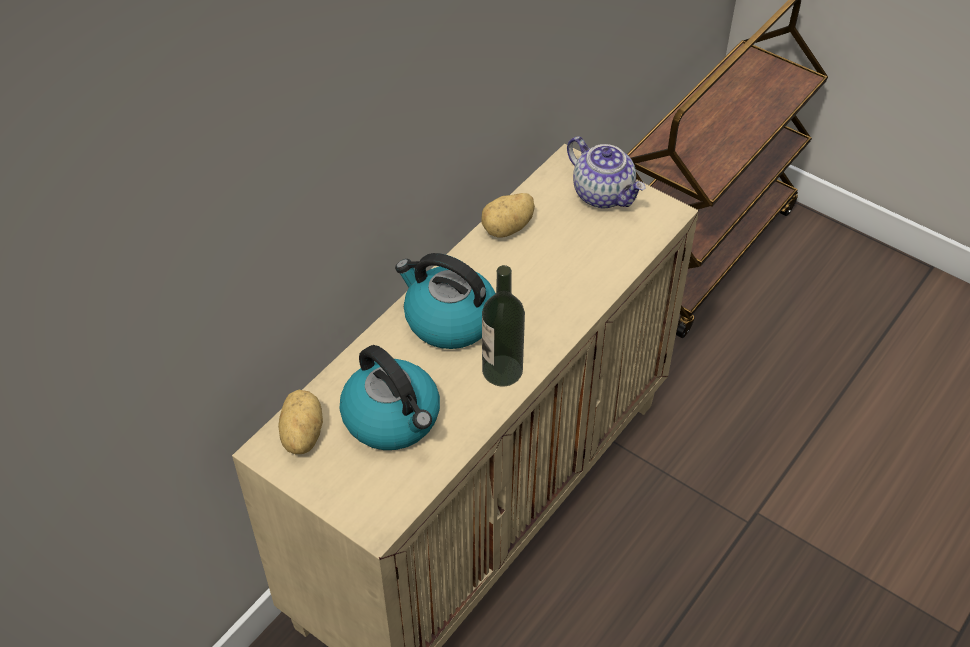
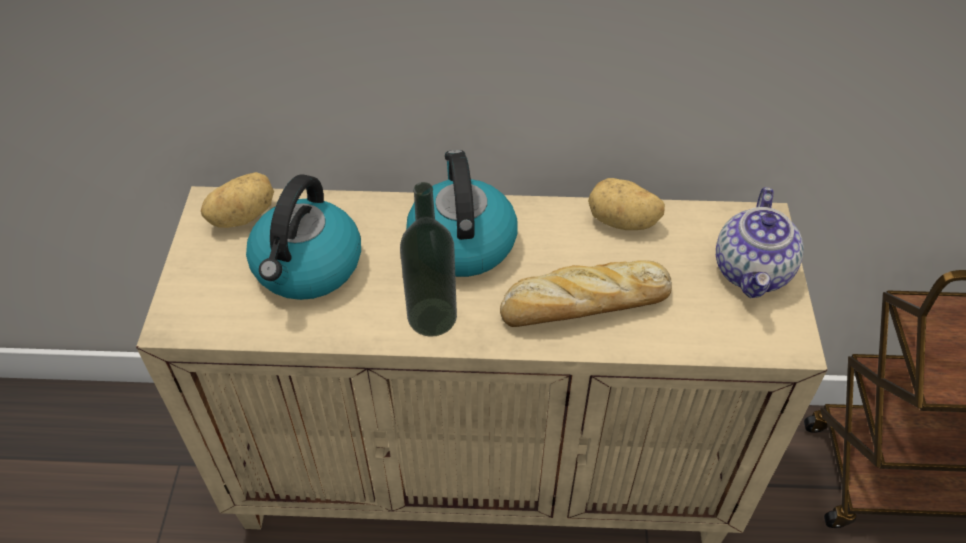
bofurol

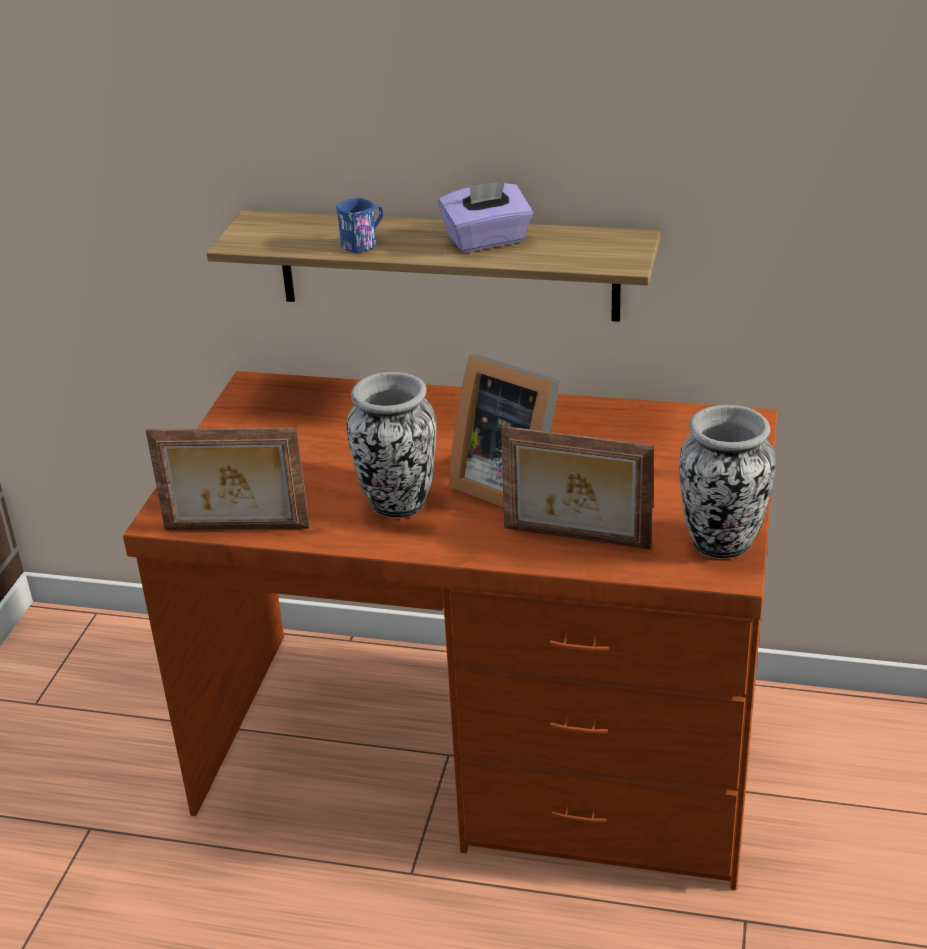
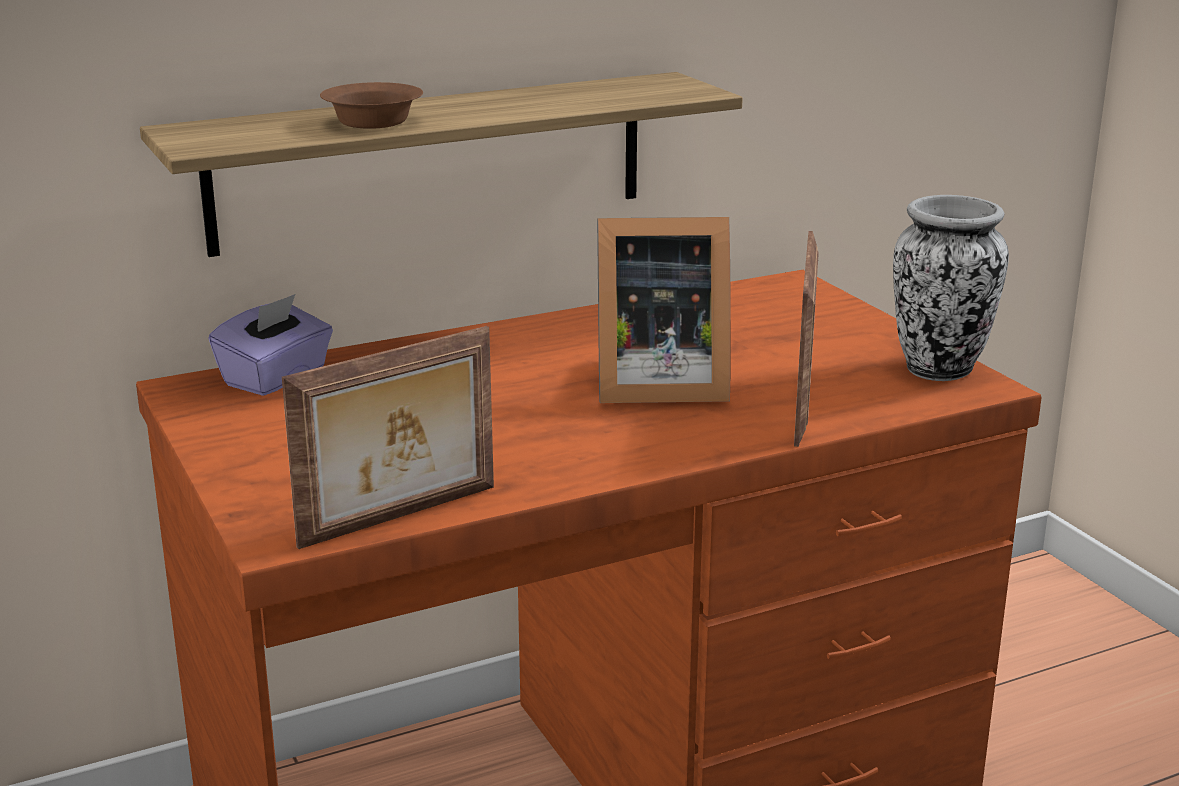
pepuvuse (1st from left in the first image)
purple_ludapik
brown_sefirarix
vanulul (3rd from left)

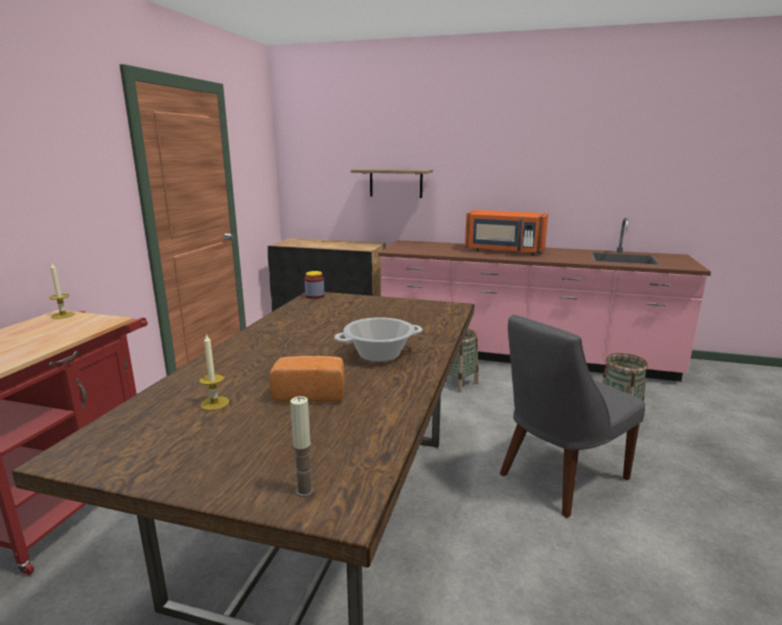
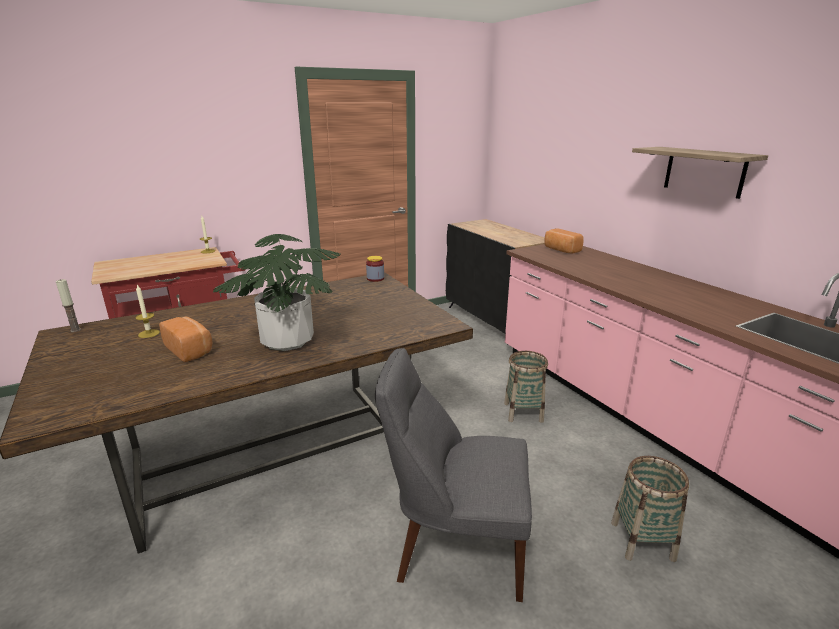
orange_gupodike
bofurol (2nd from left)
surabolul (1st from left)
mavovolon
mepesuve

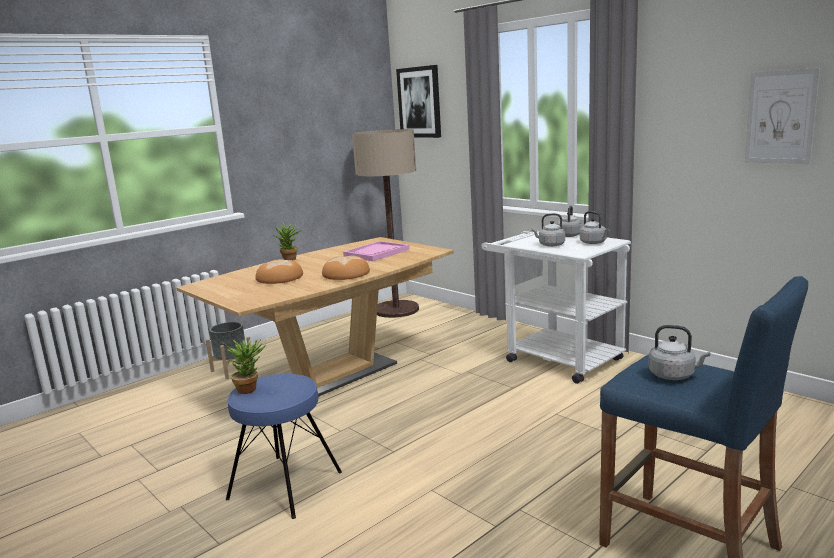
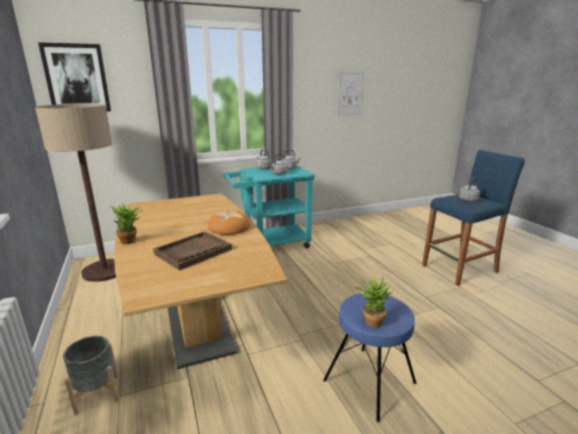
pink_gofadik
brown_gofadik
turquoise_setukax

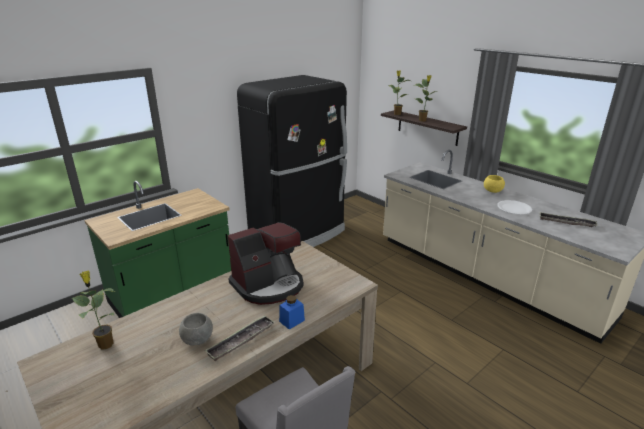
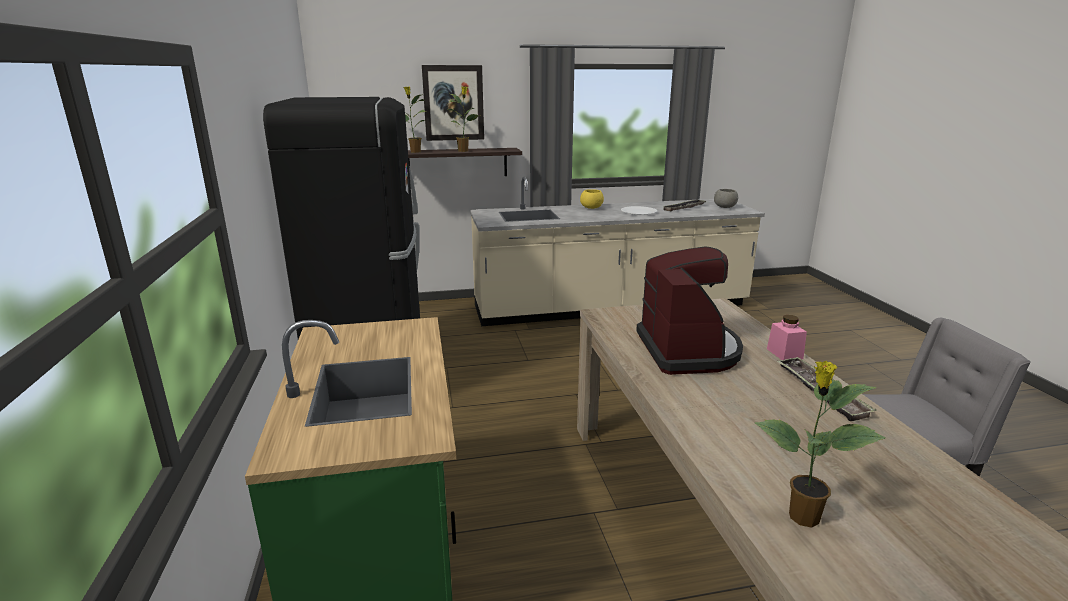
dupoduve
grey_sefirarix
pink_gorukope

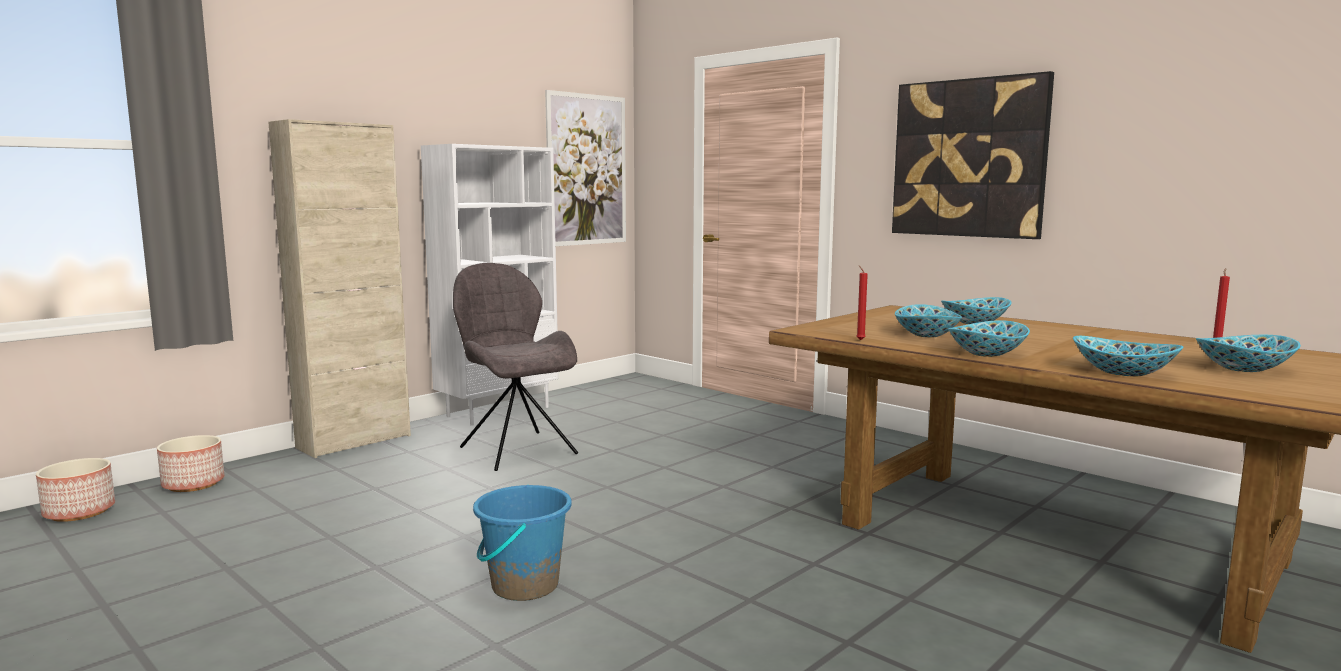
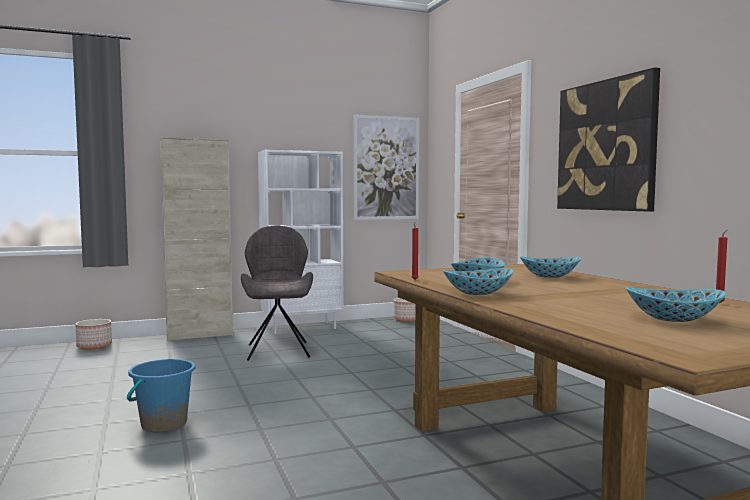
sefirarix (4th from left in the first image)
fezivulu (2nd from left)

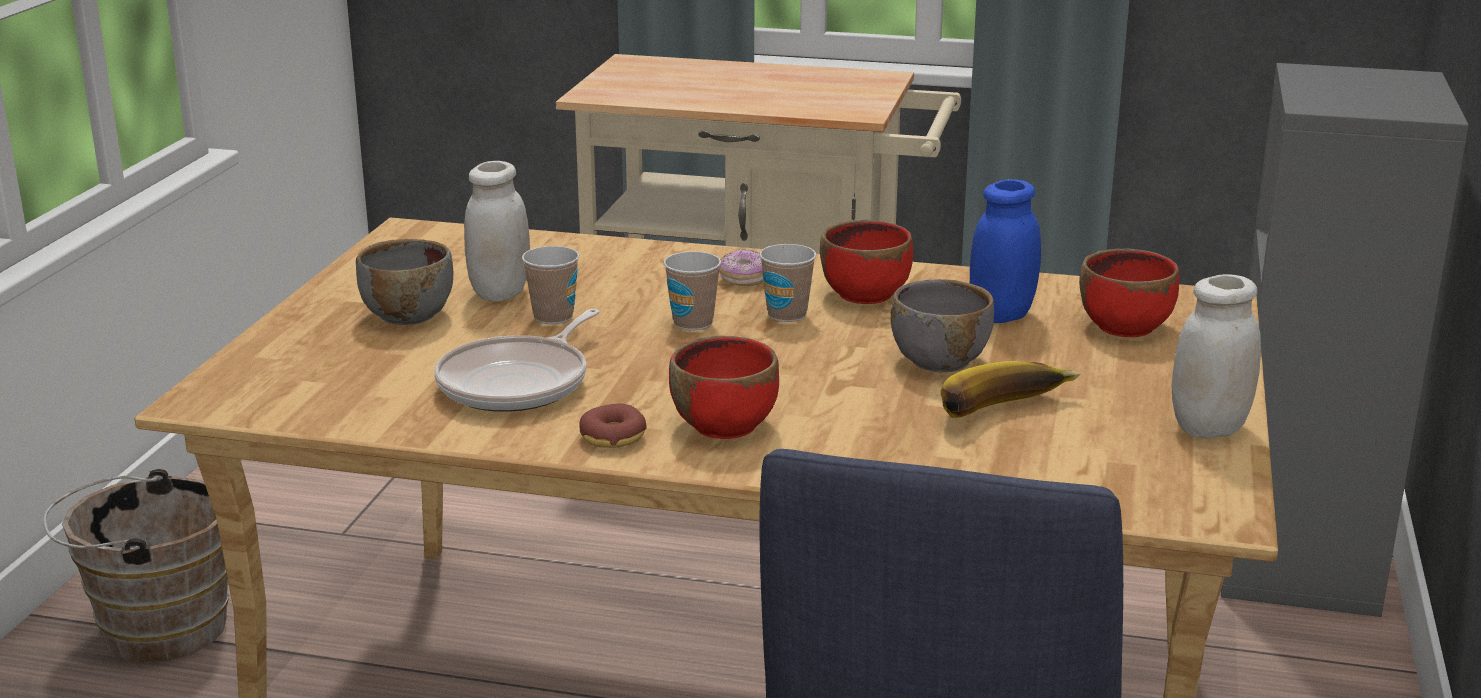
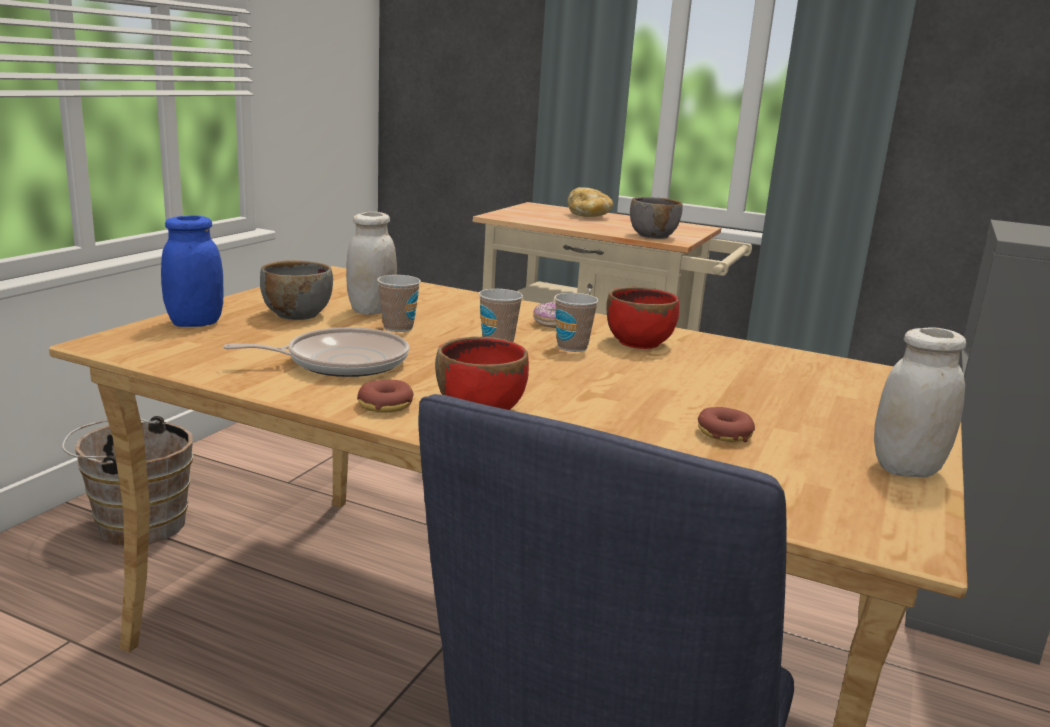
red_sefirarix (3rd from left in the first image)
bofurol
grey_sefirarix (2nd from left)
blue_gorukope
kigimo (3rd from left)
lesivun

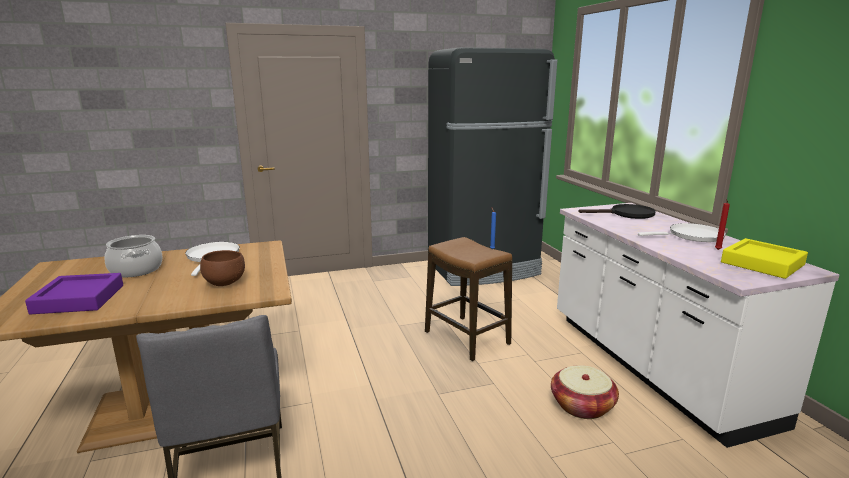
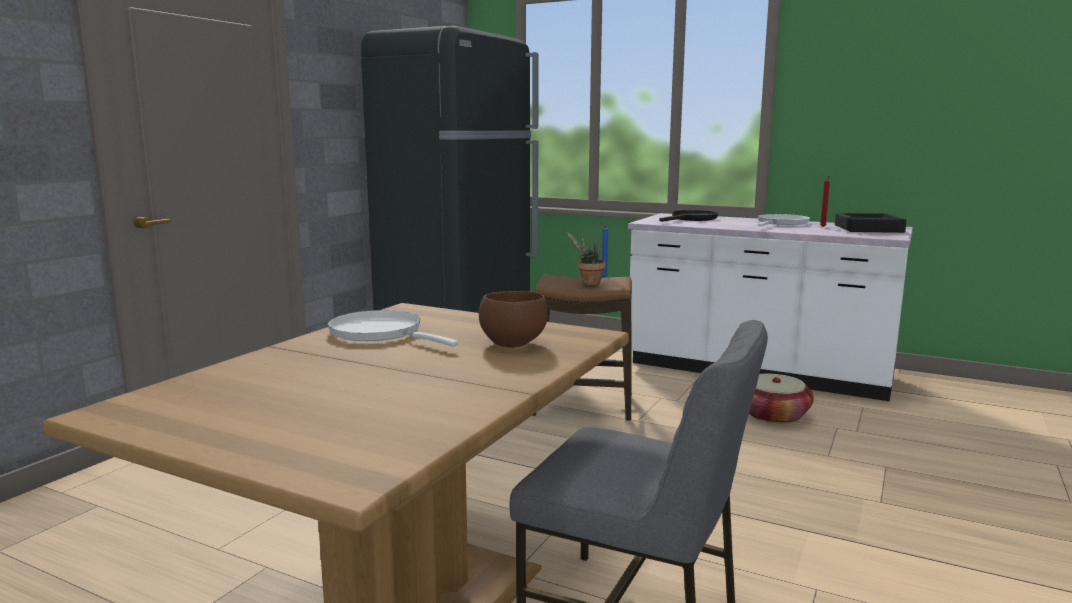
purple_gofadik
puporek
mepesuve
black_gofadik

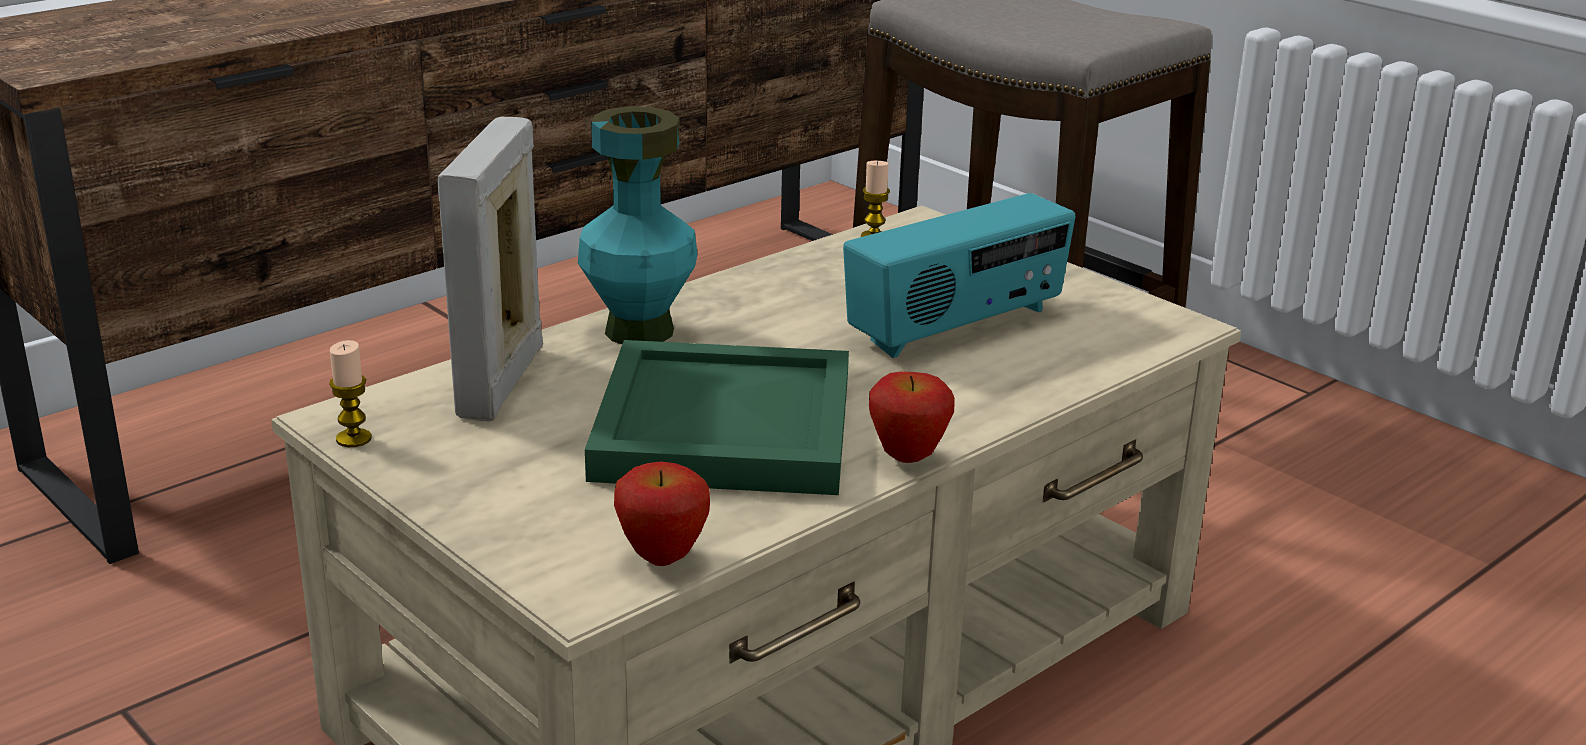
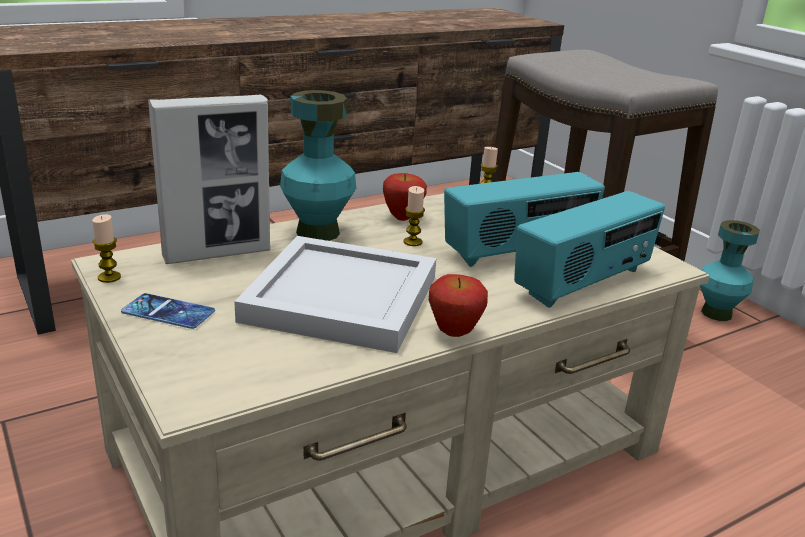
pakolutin
surabolul (2nd from left)
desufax (2nd from left)
turquoise_pepuvuse (2nd from left)
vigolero (1st from left)
white_gofadik
vanulul

